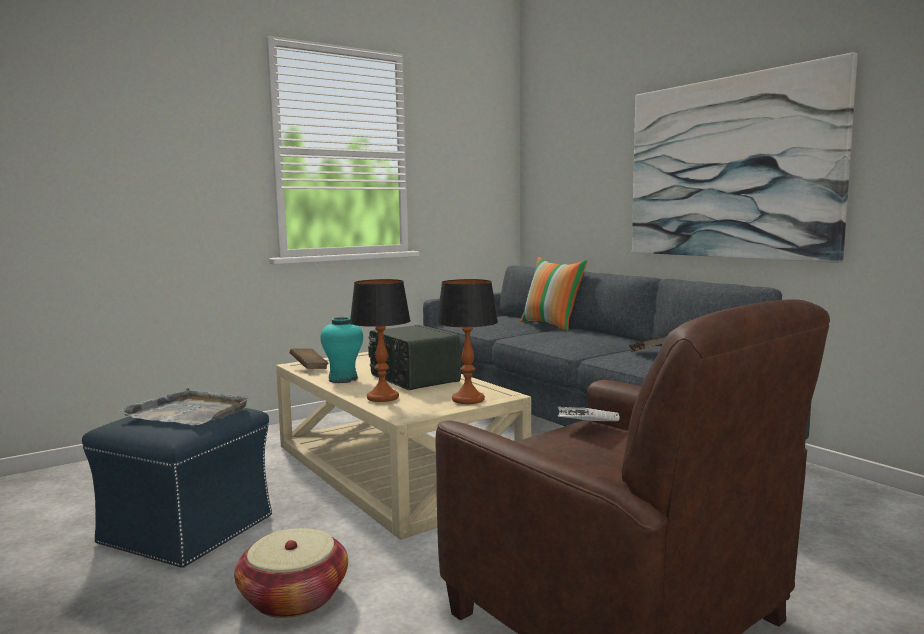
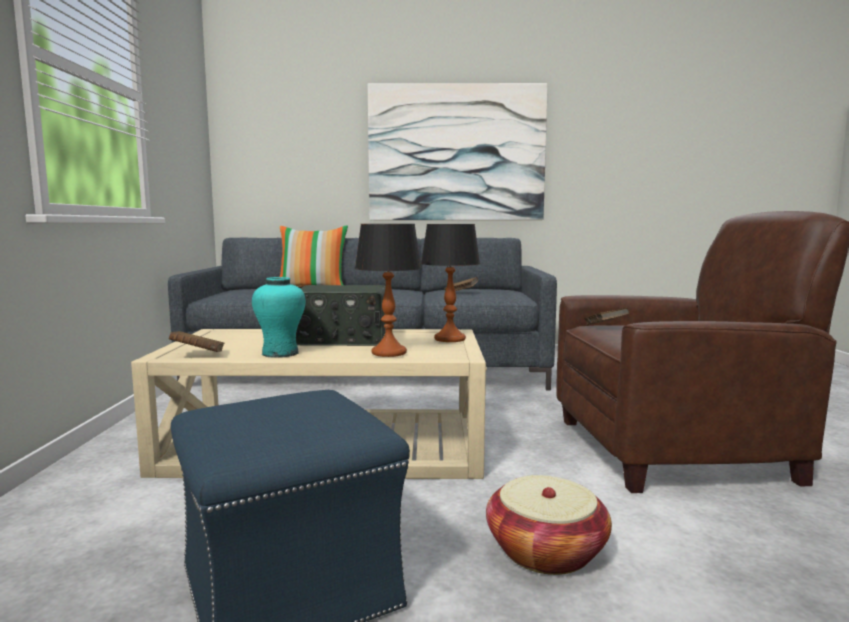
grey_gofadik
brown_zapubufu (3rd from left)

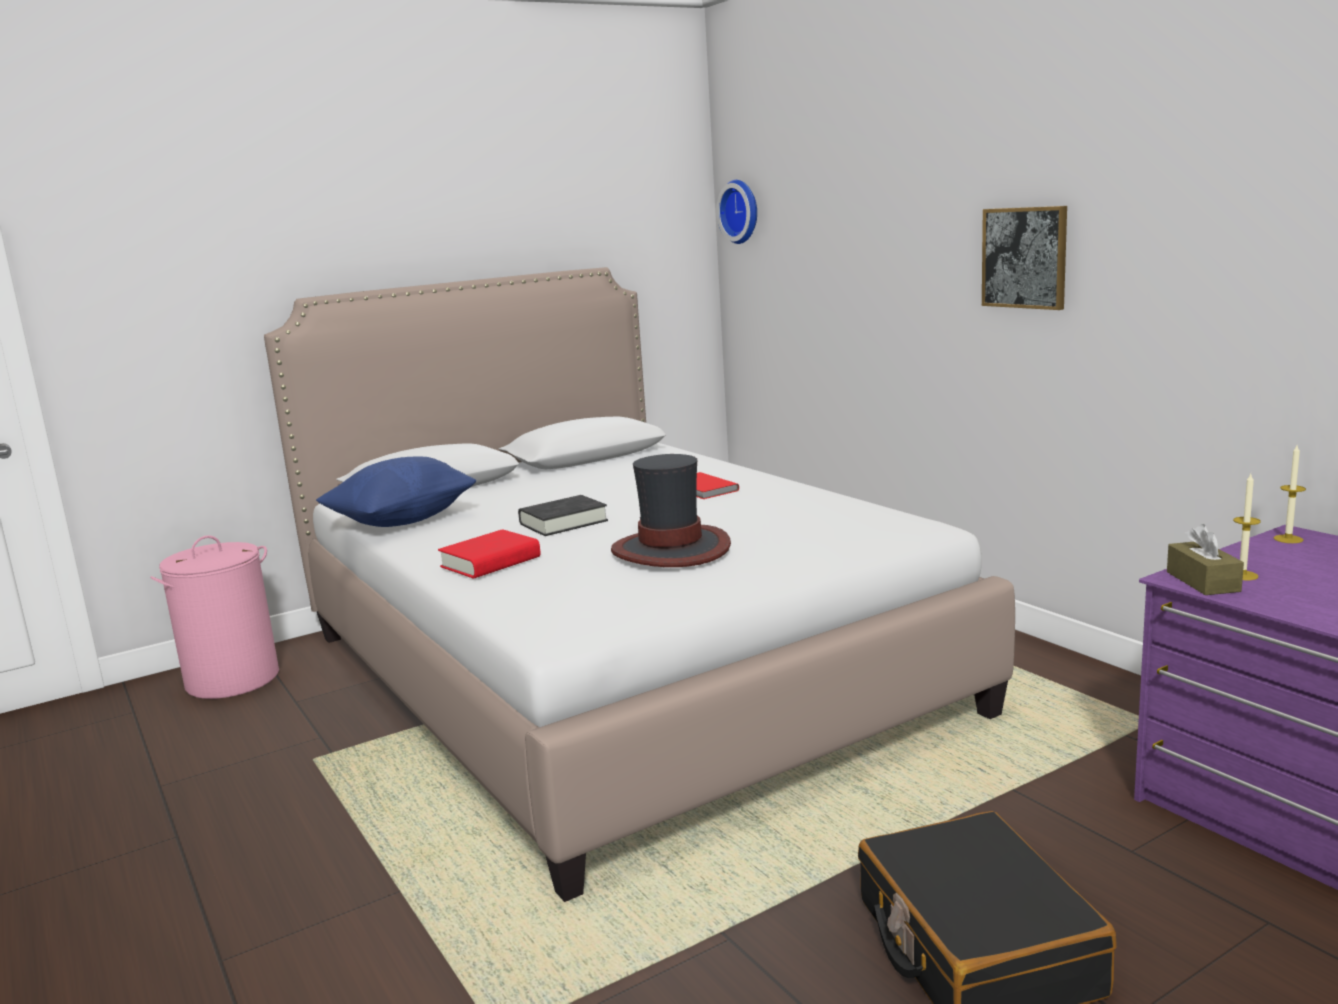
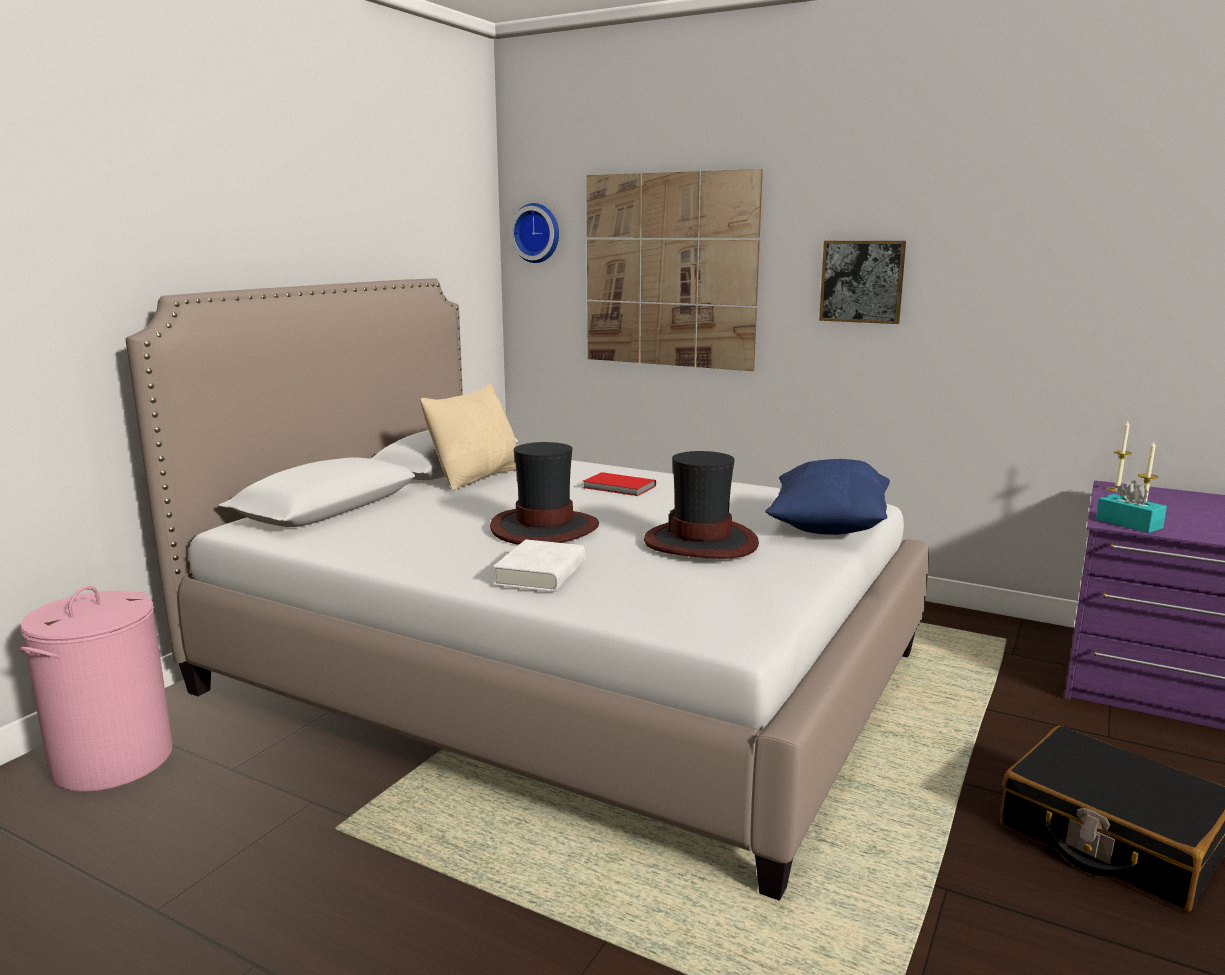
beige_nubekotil
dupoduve (1st from left)
blue_nubekotil
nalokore (1st from left)
white_zapubufu
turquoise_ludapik

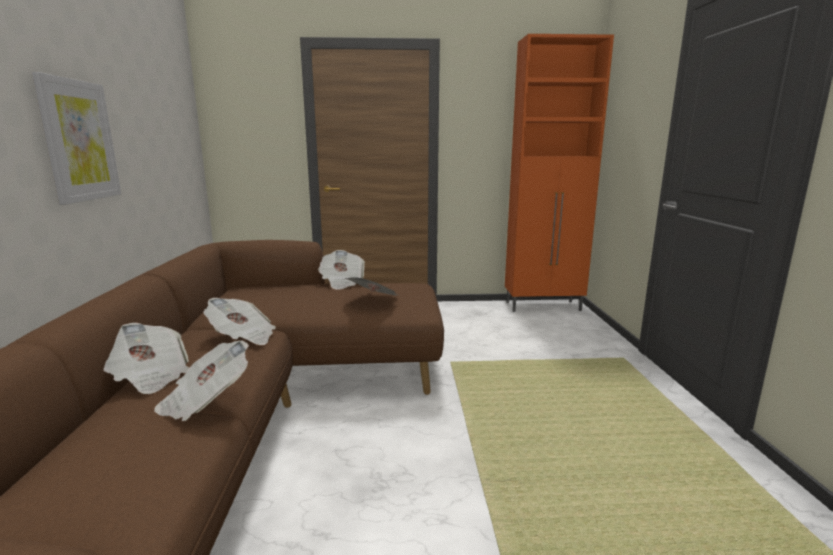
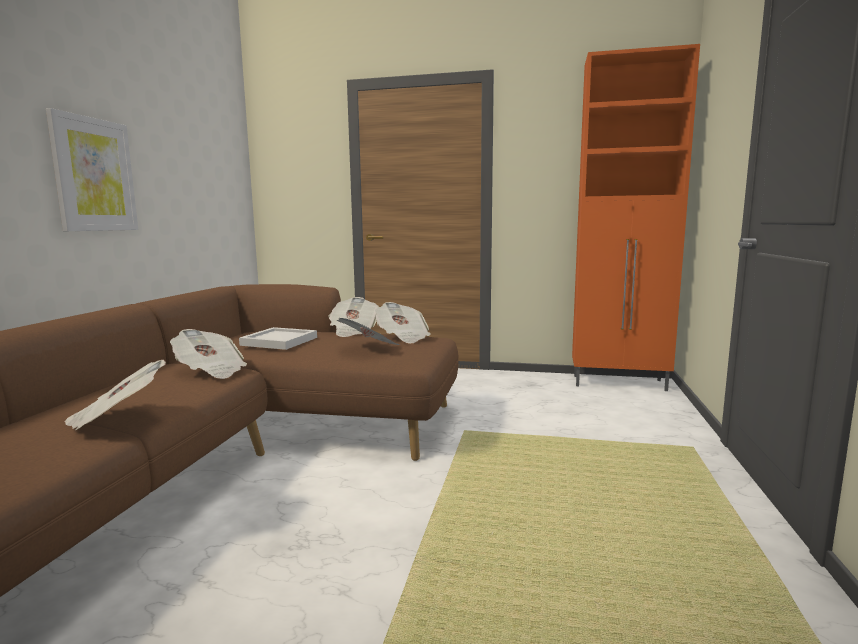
white_gofadik
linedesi (5th from left)

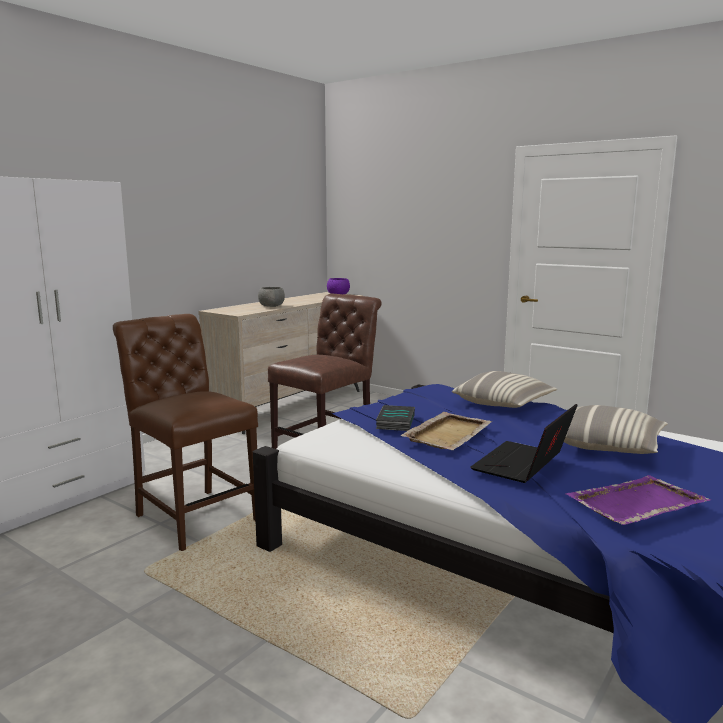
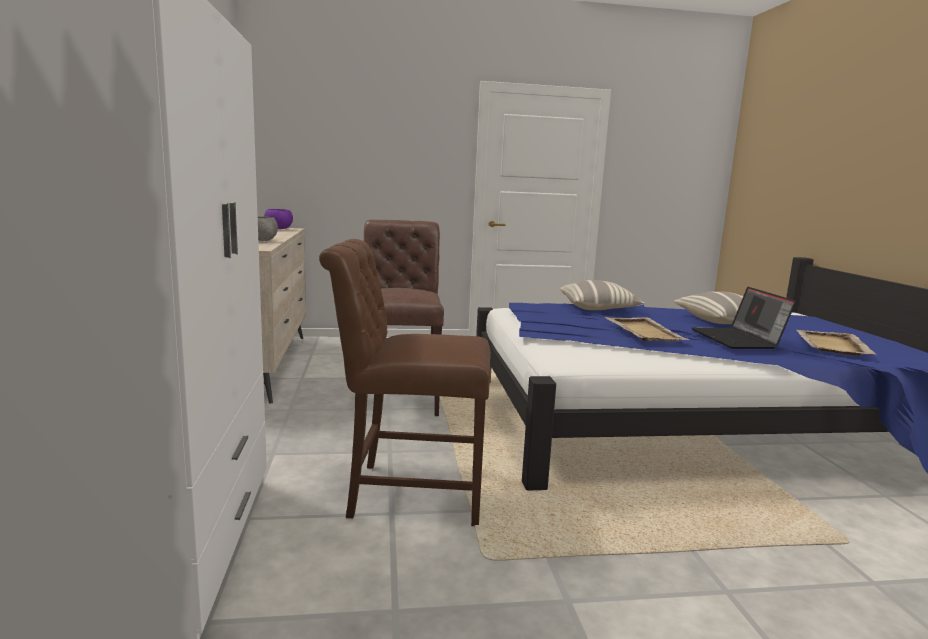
zapubufu
beige_gofadik (2nd from left)

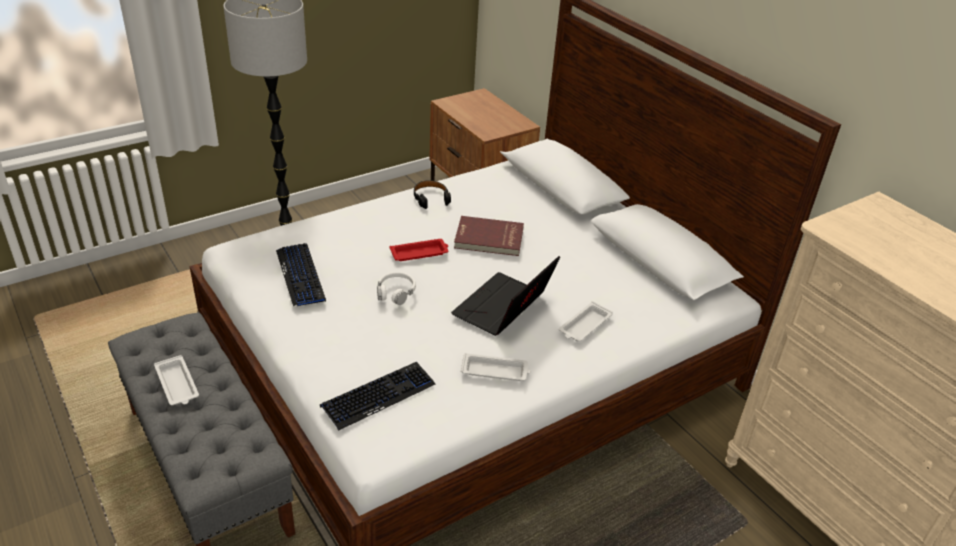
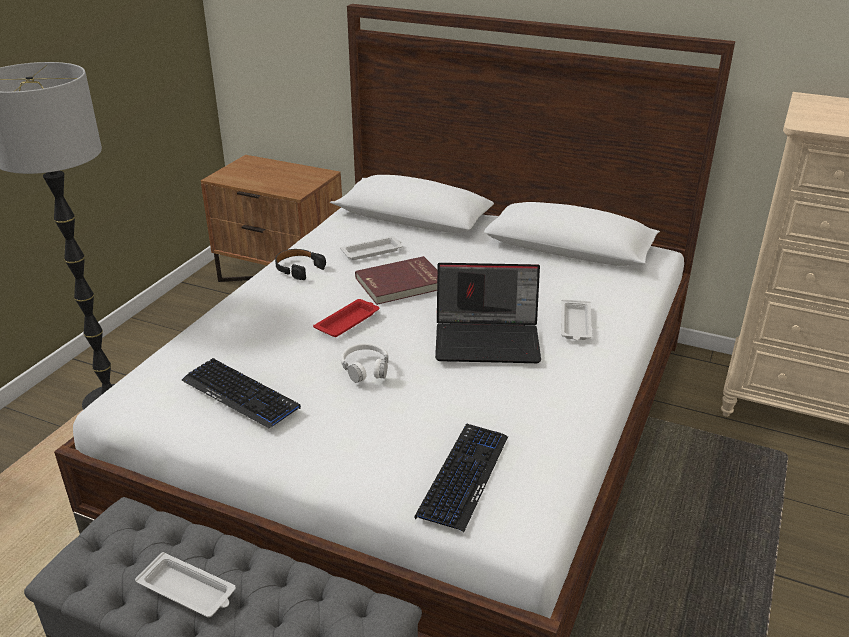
white_gofadik (2nd from left)
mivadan

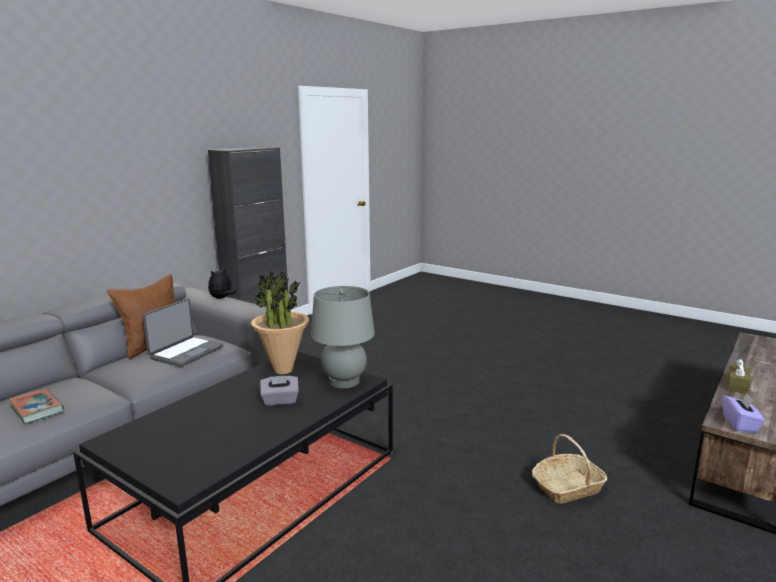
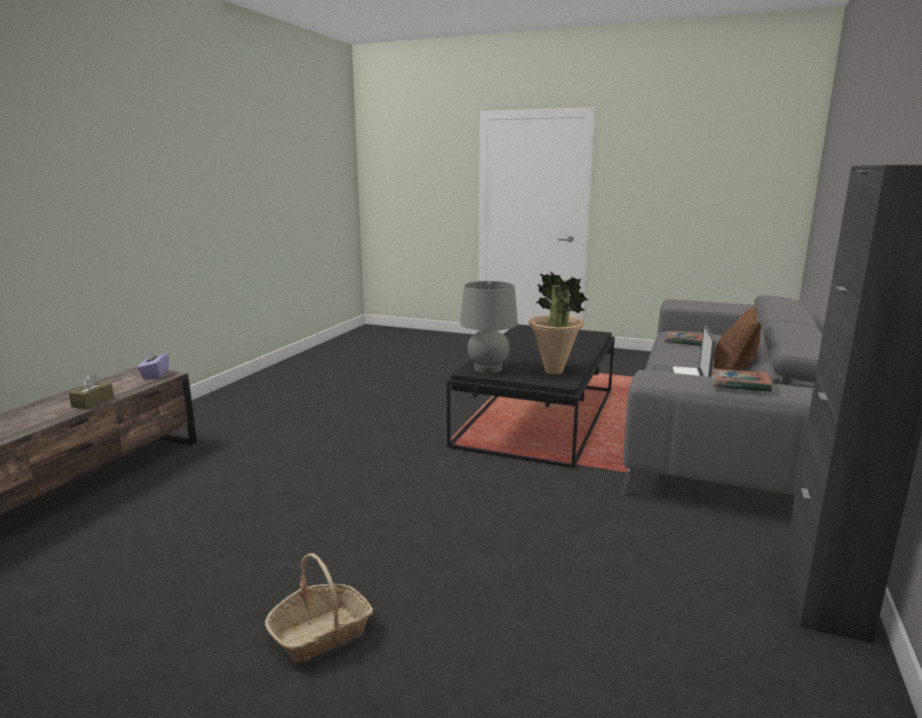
grey_ludapik
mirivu
zapubufu (2nd from left)

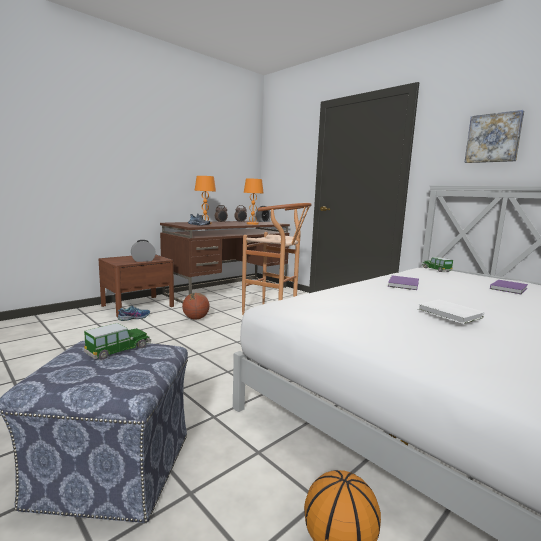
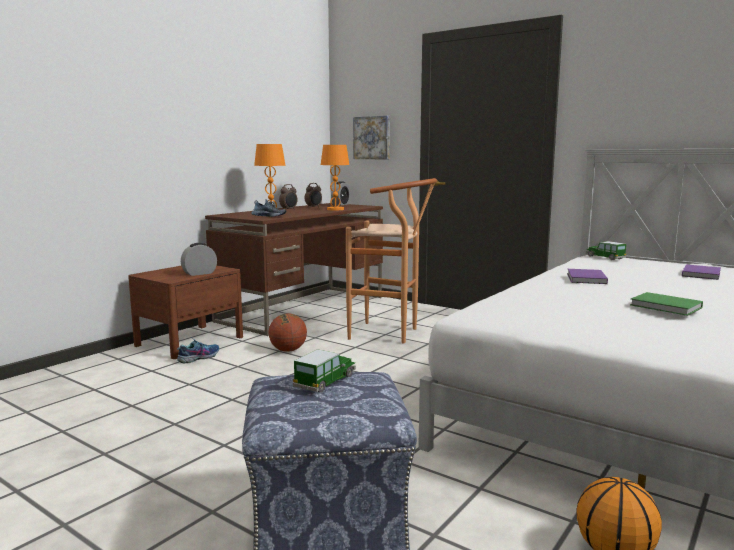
dupoduve
green_zapubufu

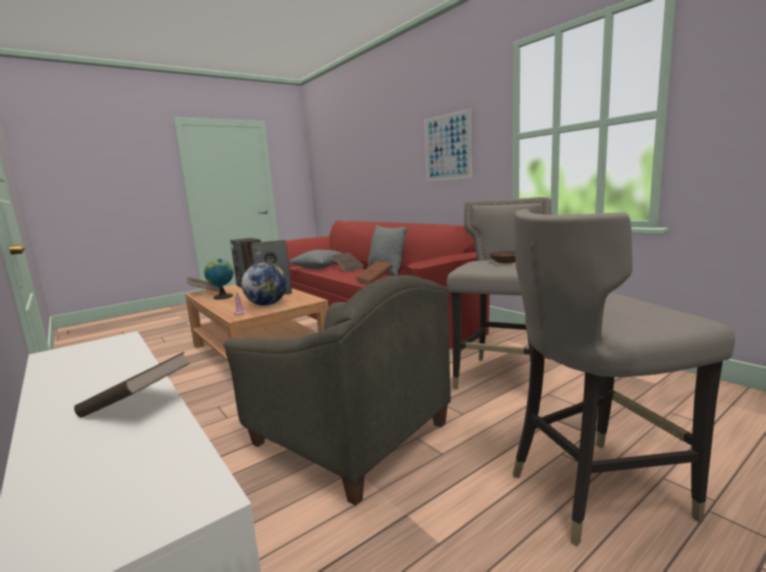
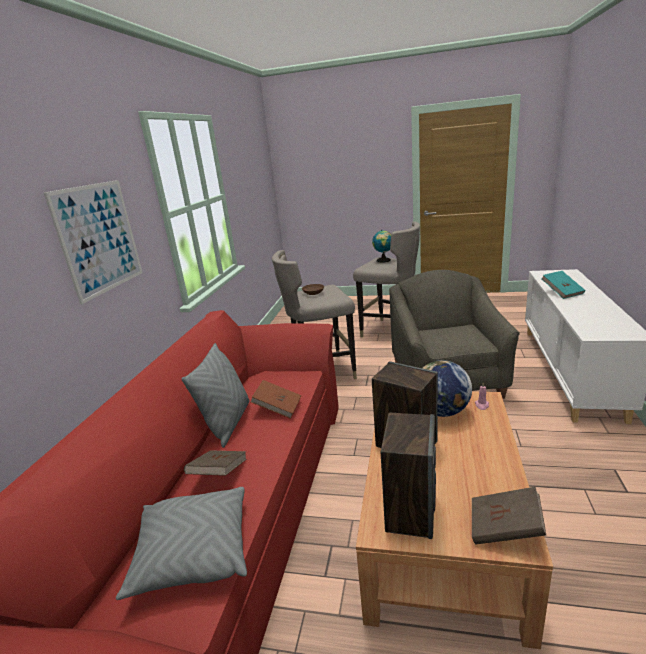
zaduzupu (1st from left)
turquoise_zapubufu

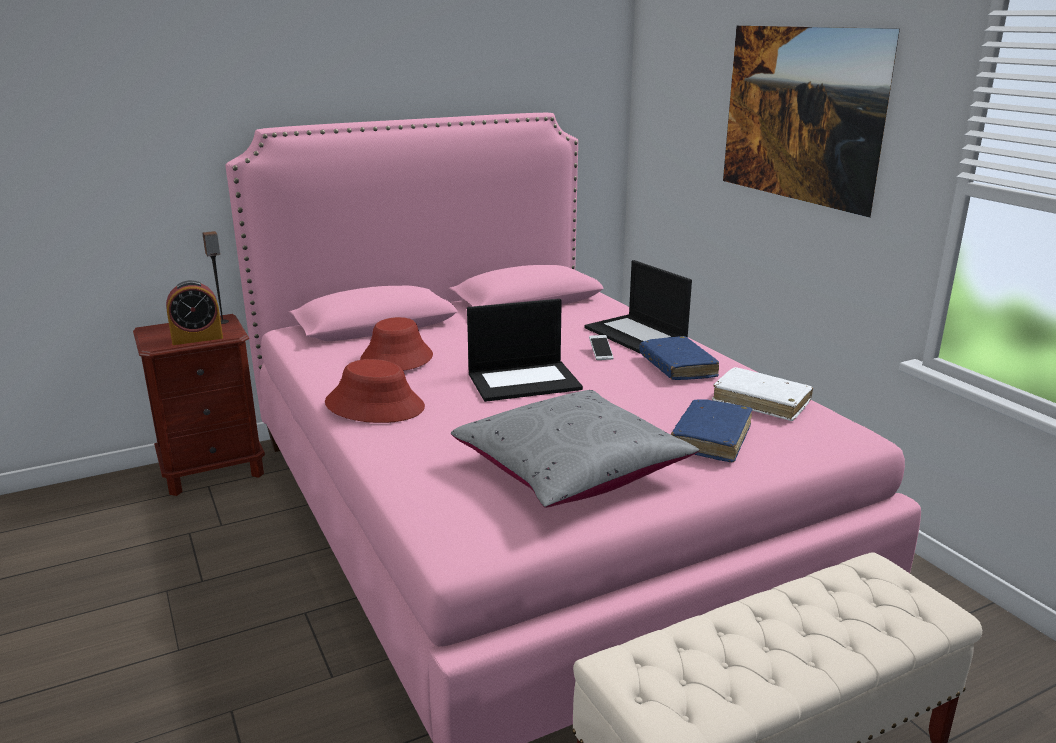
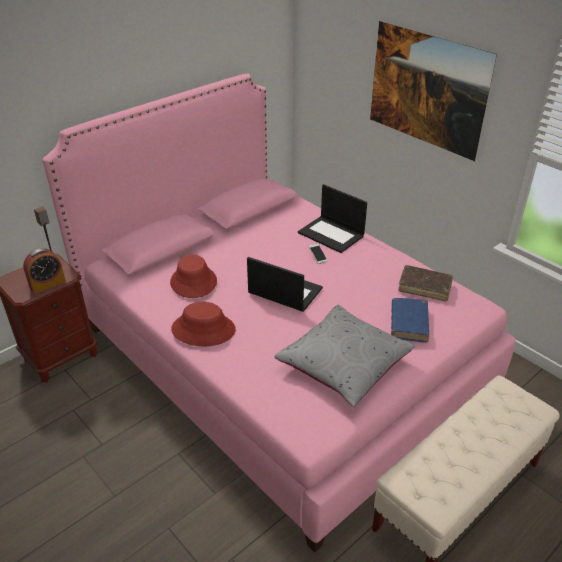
blue_zapubufu (1st from left in the first image)
brown_zapubufu
mivadan (1st from left)

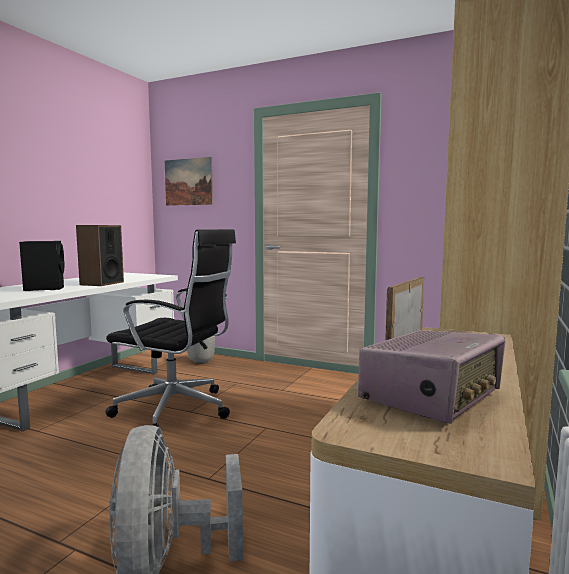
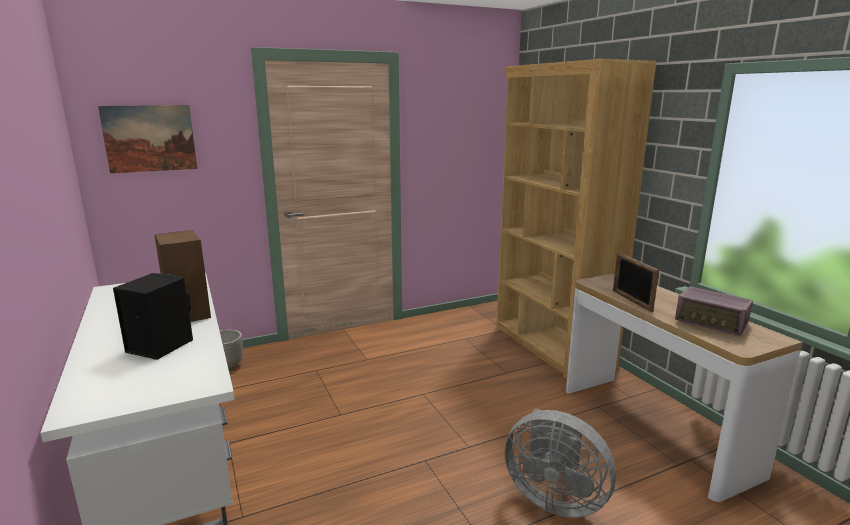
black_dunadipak
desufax

